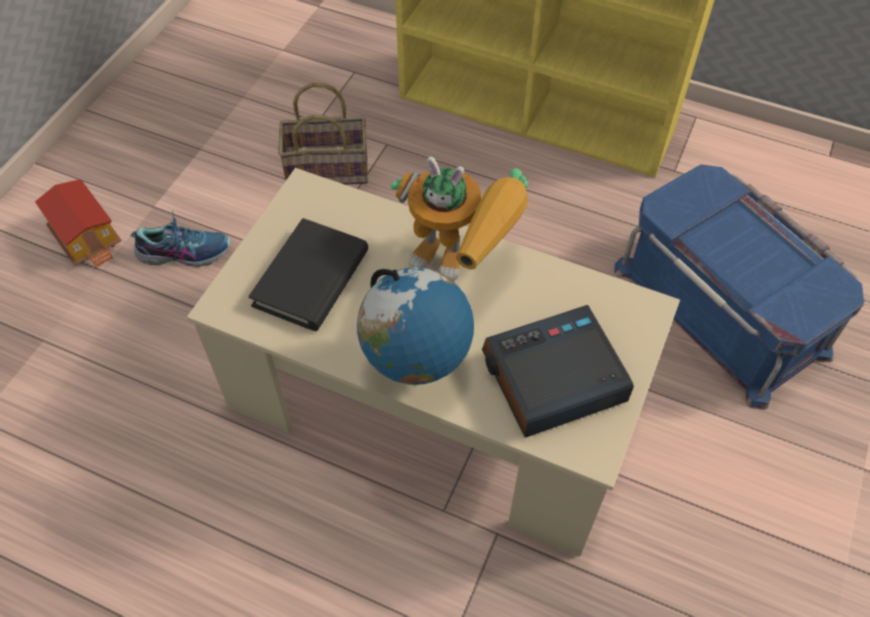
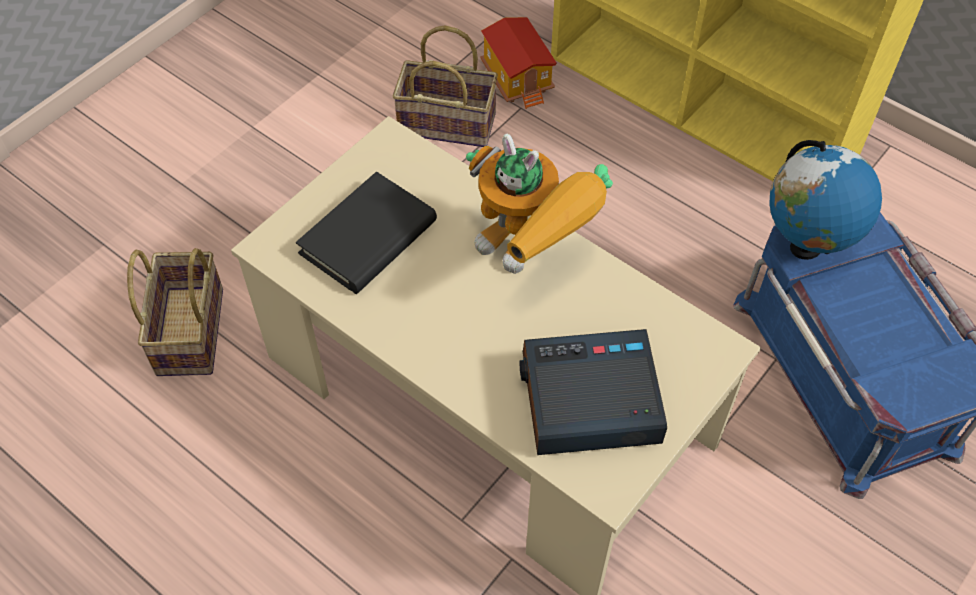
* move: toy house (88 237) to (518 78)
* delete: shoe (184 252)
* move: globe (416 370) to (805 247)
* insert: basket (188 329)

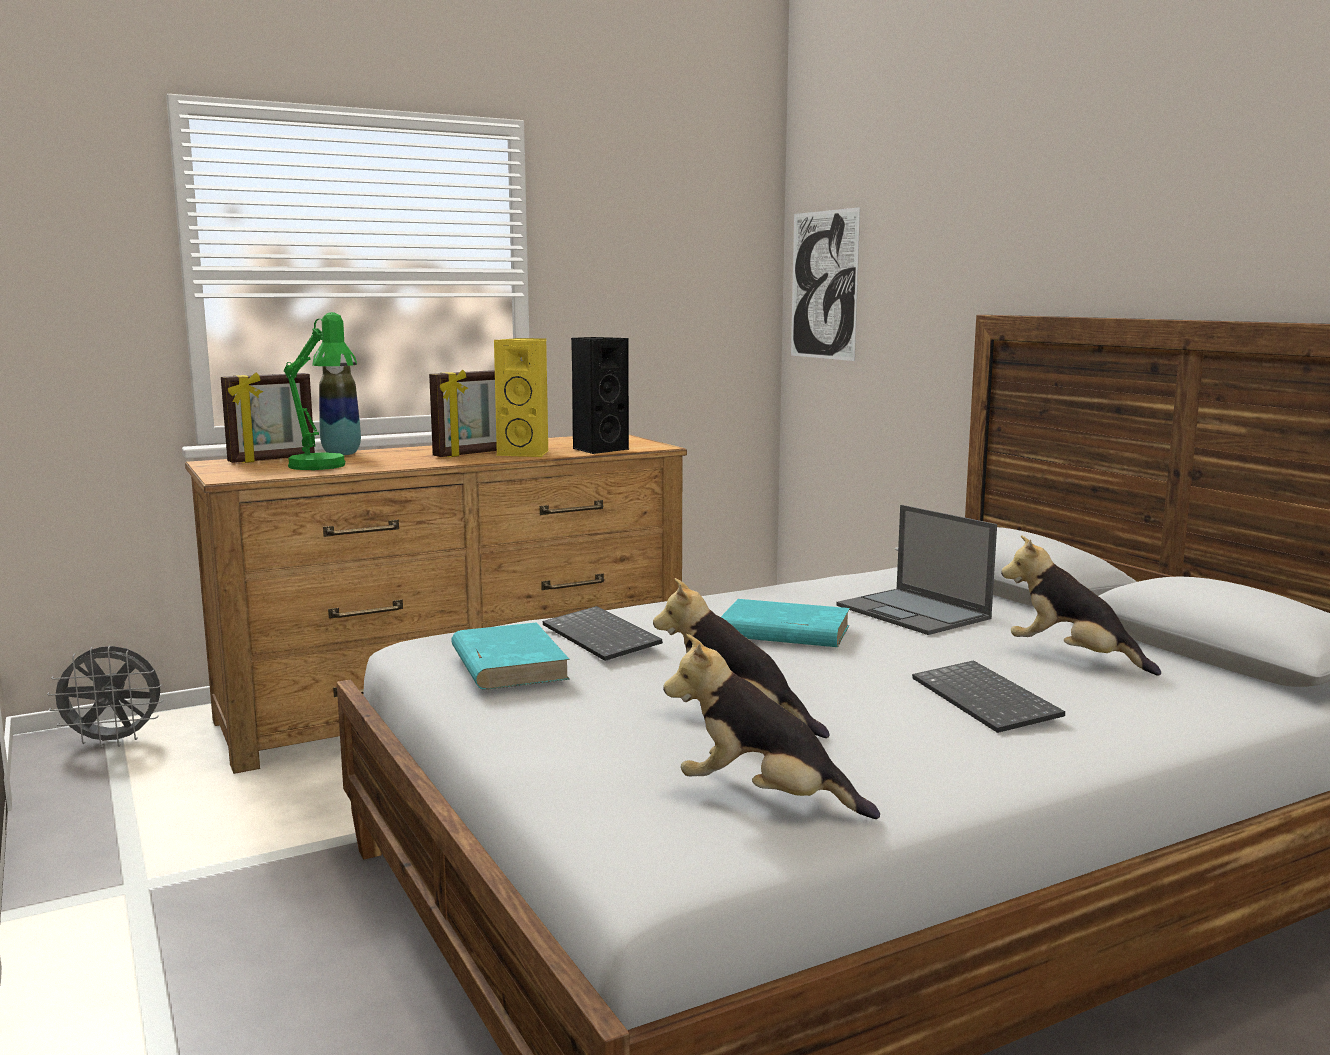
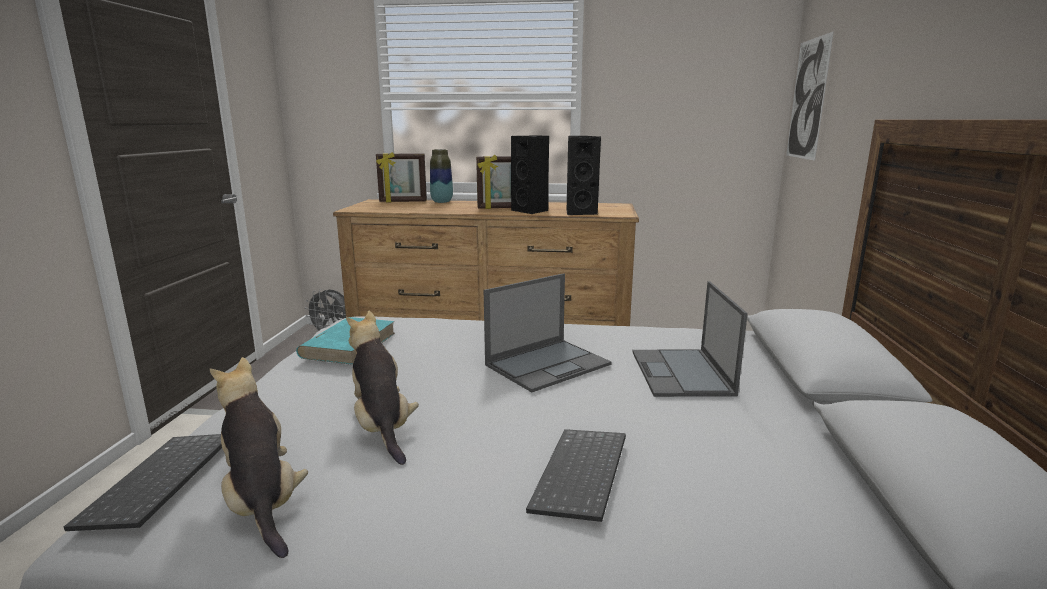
* delete: table lamp (green) (324 467)
* recolor: speaker (yellow) (527 453) to speaker (black) (531 211)
* delete: plush toy (1072 658)
* replace: book (turquoise) (783 631) to laptop (548 364)
* move: keyboard (603 637) to (161 483)

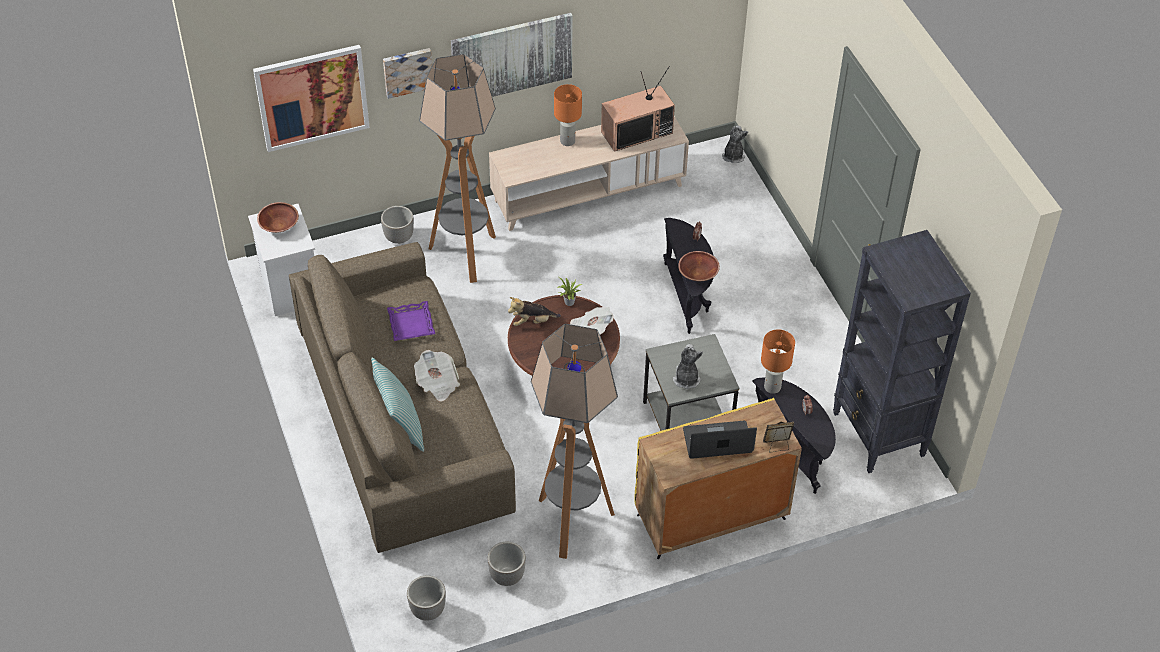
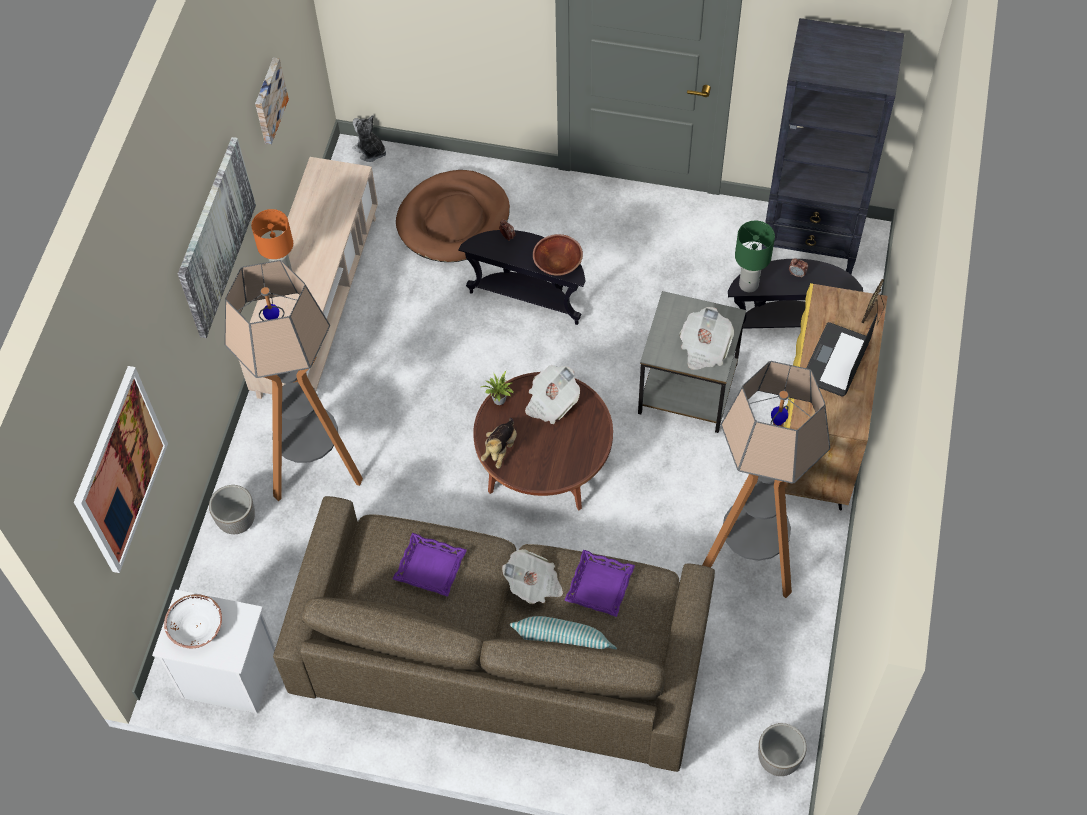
* move: picture (407 71) to (268 100)
* delete: television (637 131)
* recolor: bowl (brown) (279 225) to bowl (white) (196 627)
* recolor: table lamp (orange) (772 387) to table lamp (green) (748 284)
* replace: plush toy (686 378) to newspaper (704 348)
* delete: planter (506 576)
* insert: dog bed (brown) (453 220)
* insert: tray (purple) (600 586)

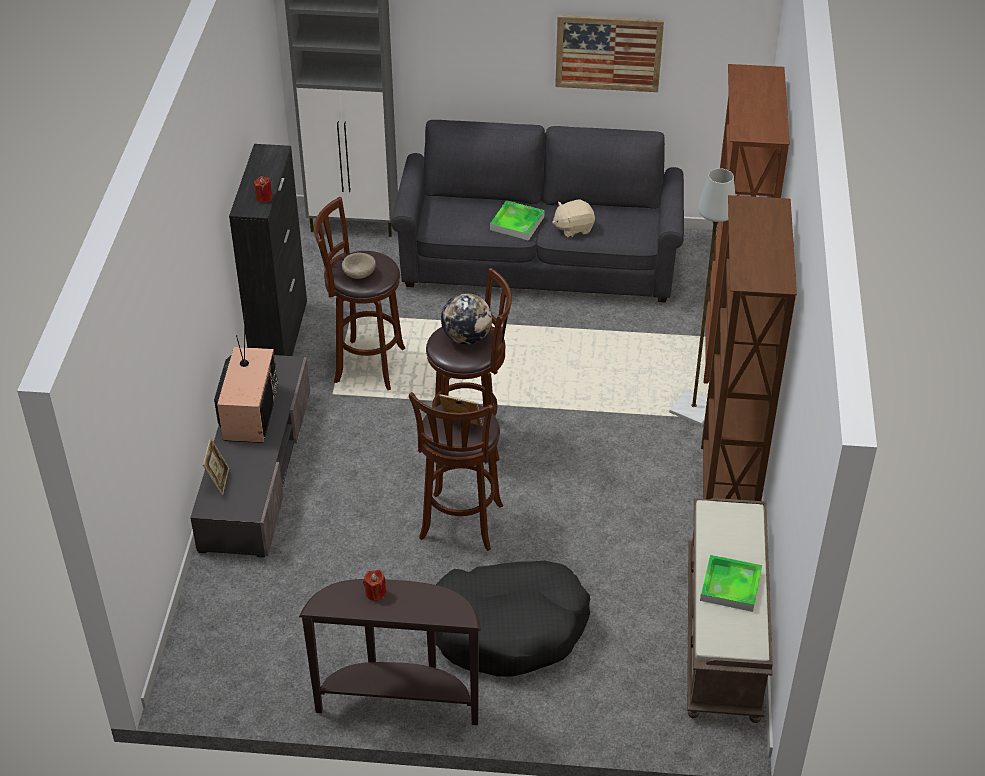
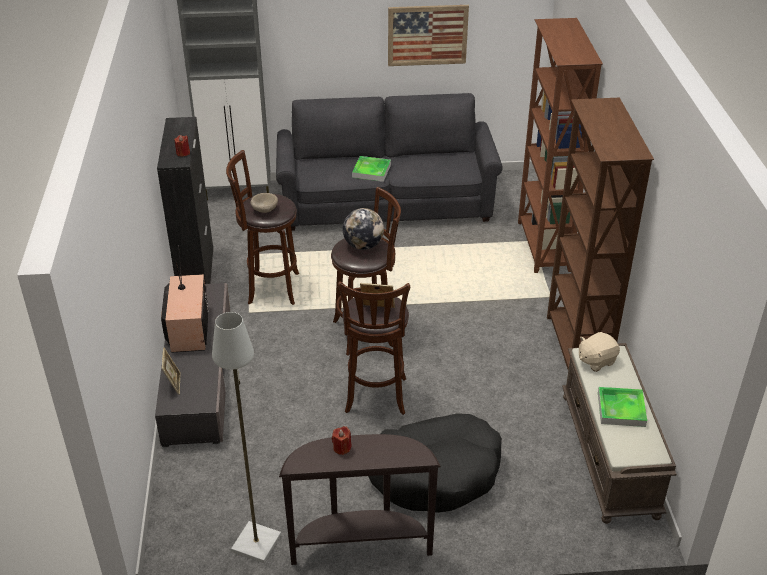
* move: floor lamp (grey) (692 408) to (256 542)
* move: plush toy (beige) (573 228) to (596 360)

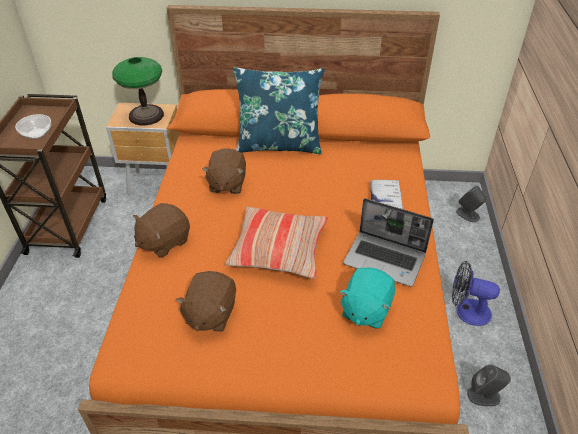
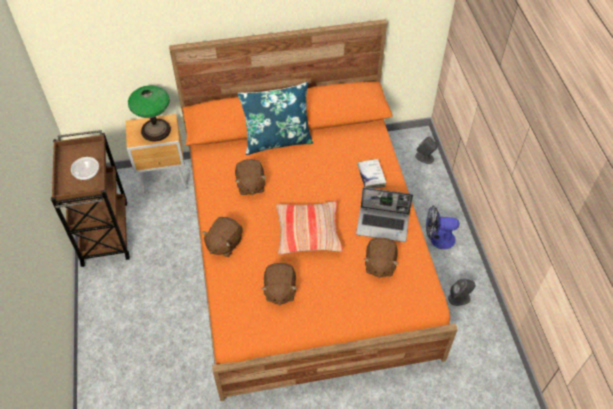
* recolor: plush toy (turquoise) (365 310) to plush toy (brown) (379 264)

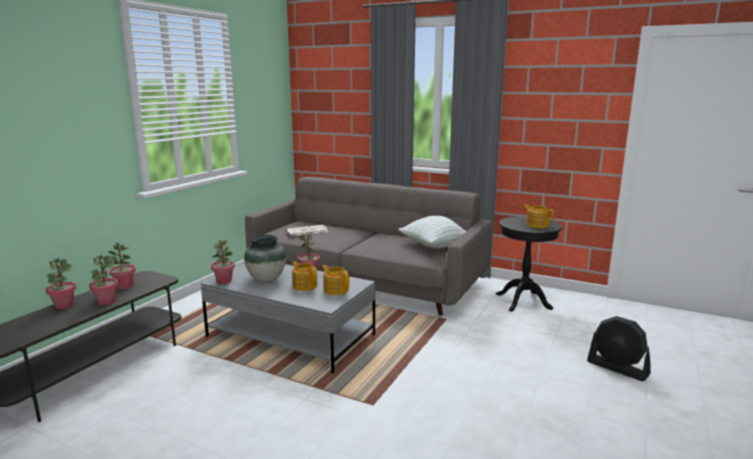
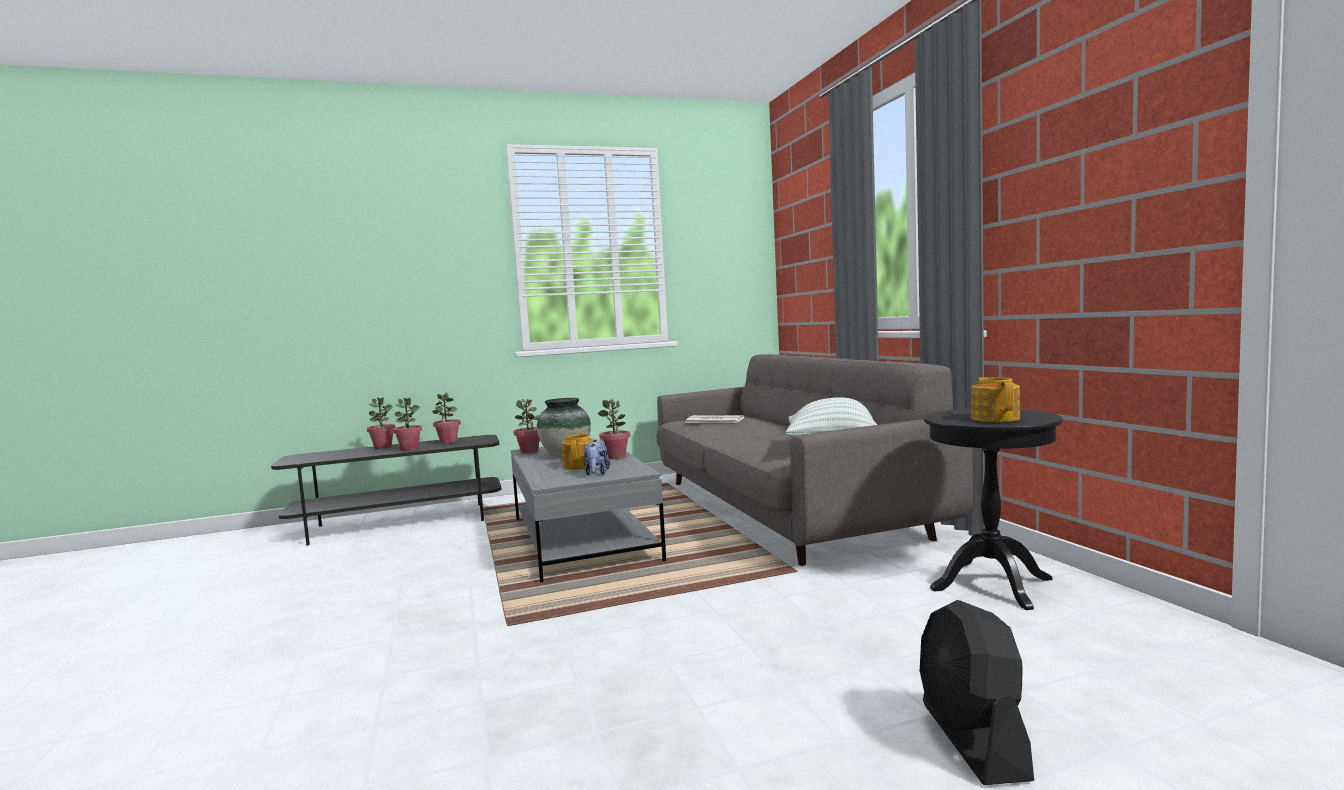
* replace: teapot (335 290) to plush toy (596 473)

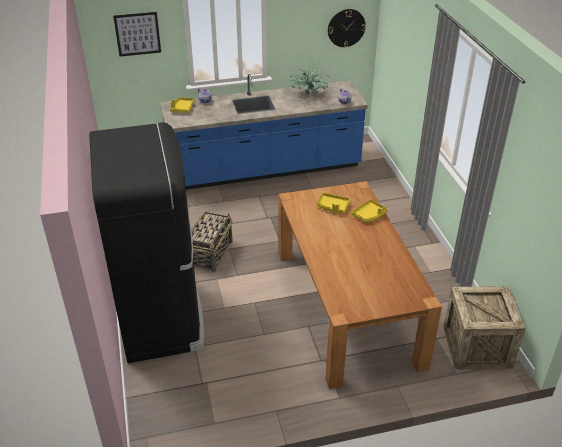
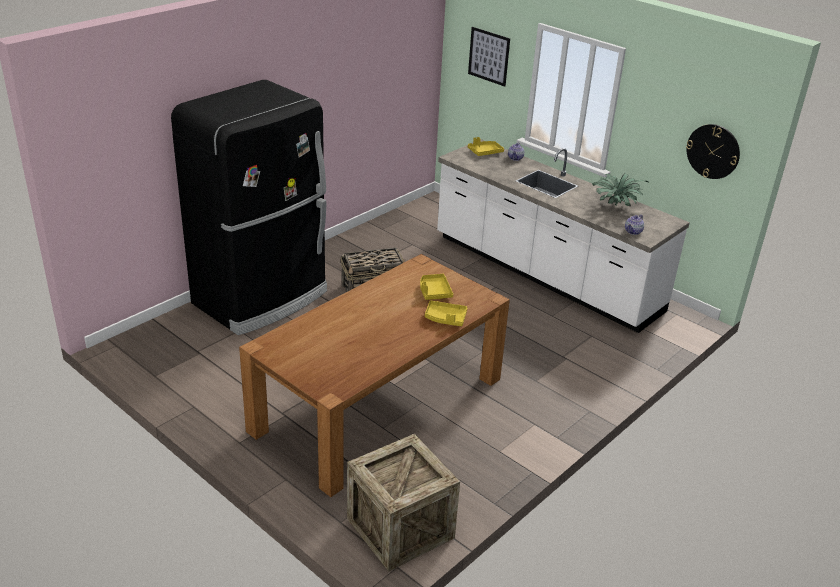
* recolor: counter (blue) (264 170) to counter (white) (545 274)

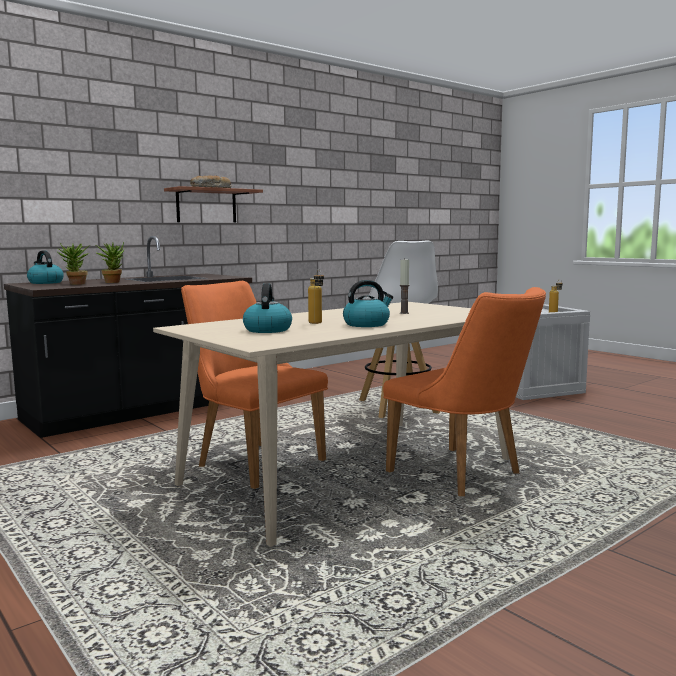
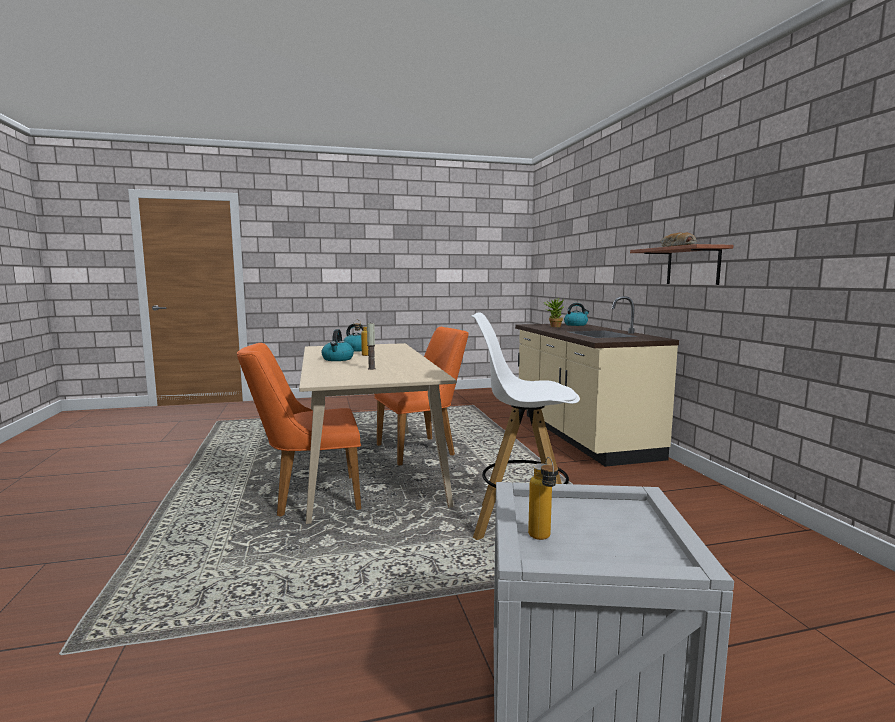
* recolor: counter (black) (141 410) to counter (beige) (581 435)
* delete: potted plant (113 282)

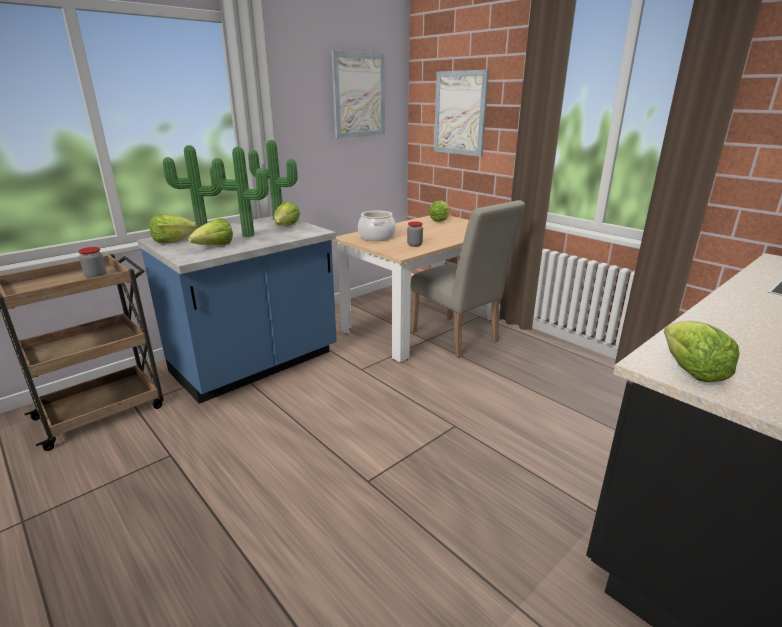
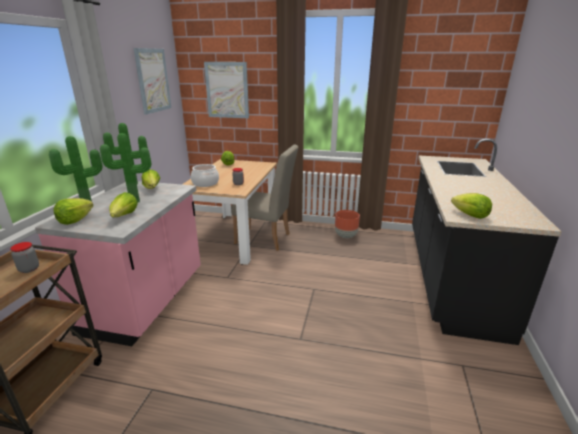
* recolor: counter (blue) (256 364) to counter (pink) (146 302)
* insert: planter (brown) (346 236)

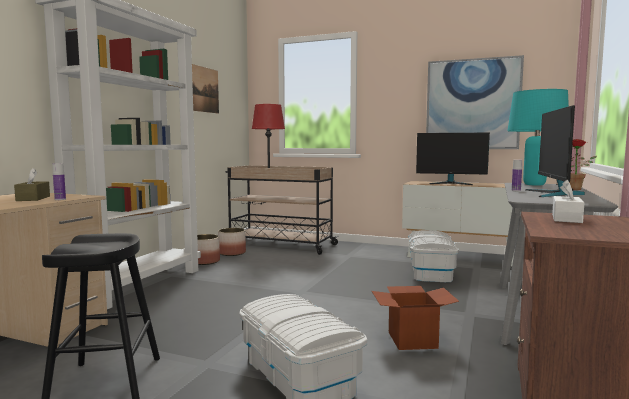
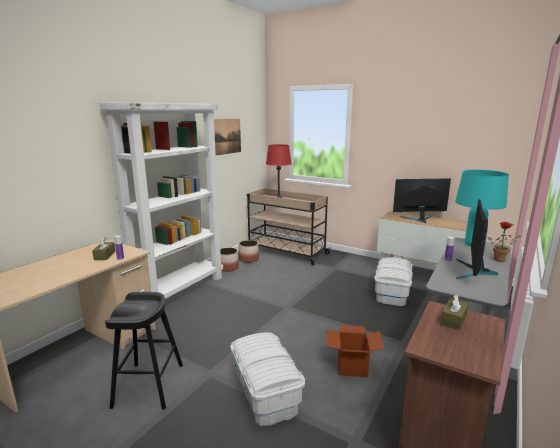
* delete: picture (472 104)
* rotate: monitor (451 183) = (419 219) 150 degrees clockwise
* recolor: tissue box (white) (566 218) to tissue box (brown) (453 320)

